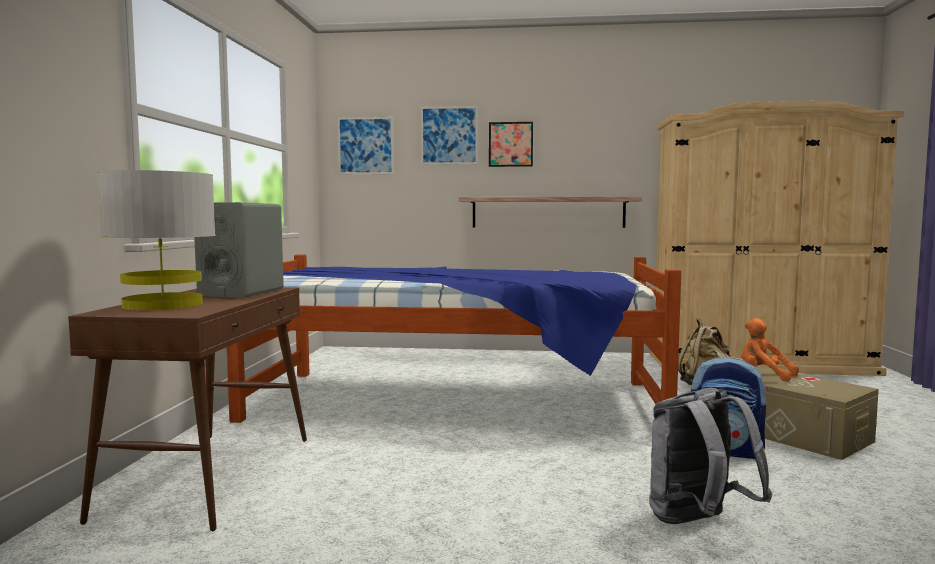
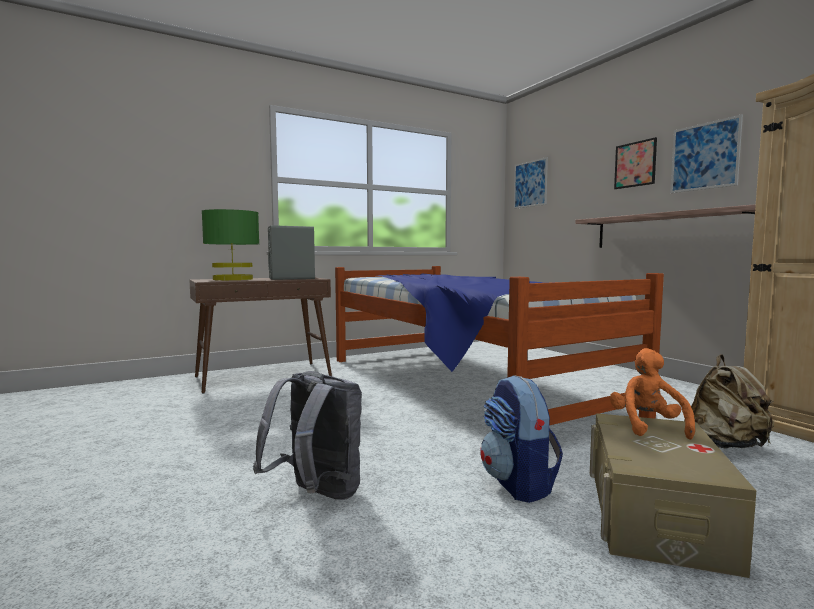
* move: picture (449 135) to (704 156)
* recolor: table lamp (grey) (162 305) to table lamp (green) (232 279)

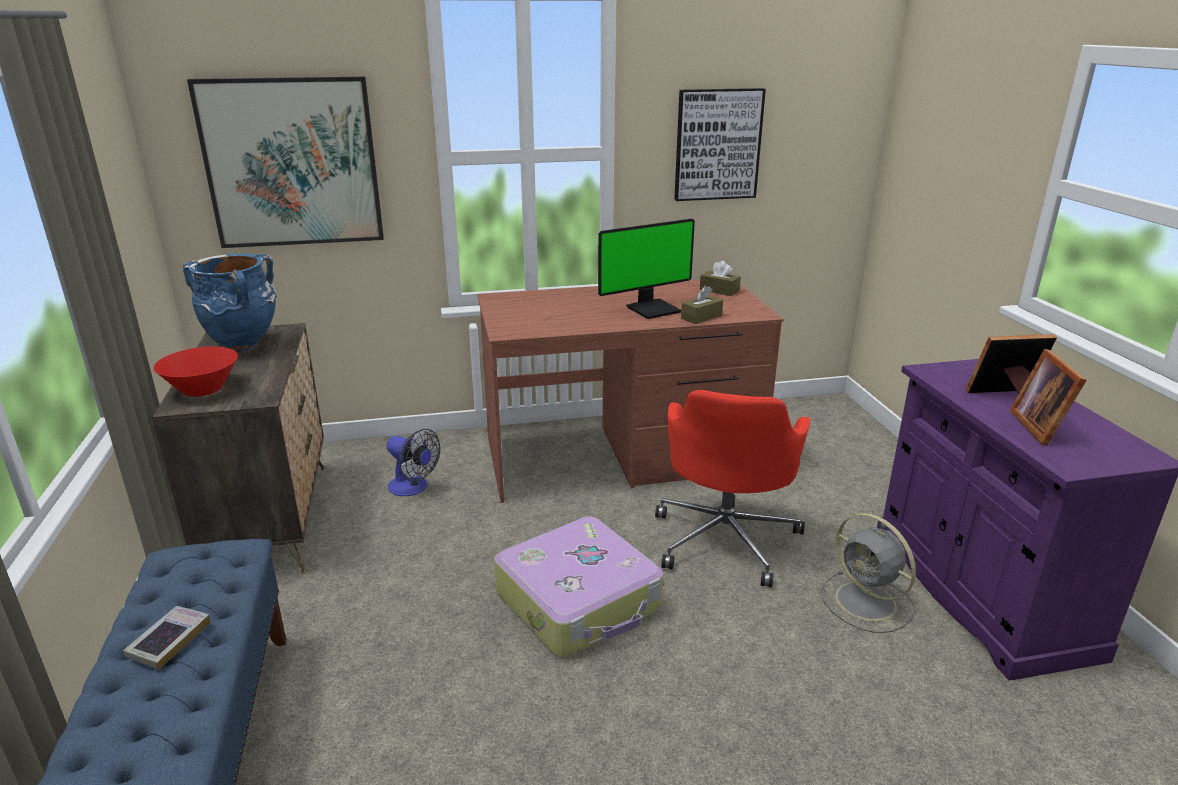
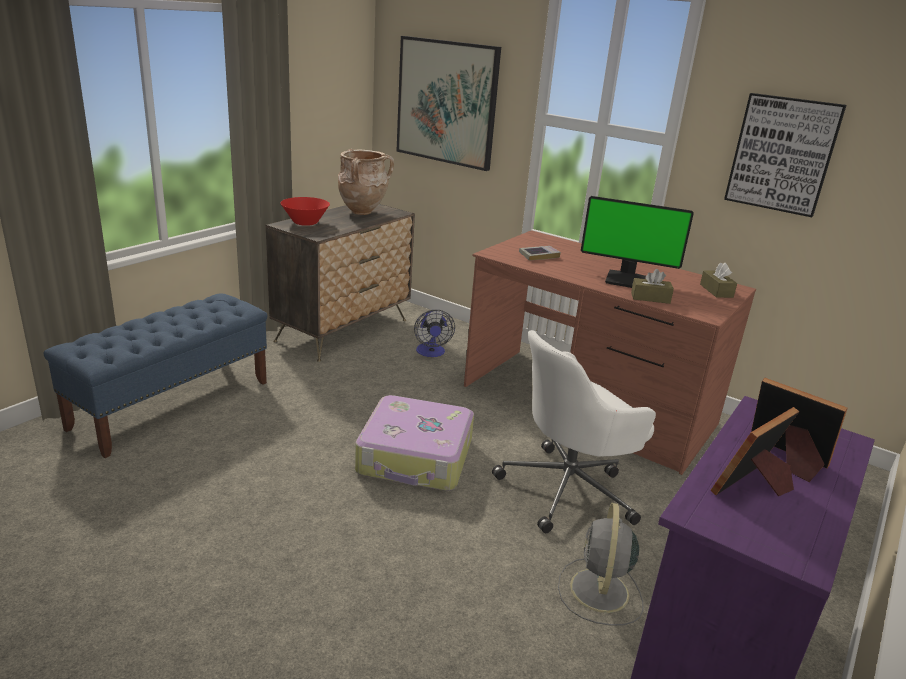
* recolor: vase (blue) (244 346) to vase (beige) (363 212)
* recolor: office chair (red) (725 538) to office chair (white) (568 489)
* move: book (169 641) to (539 255)

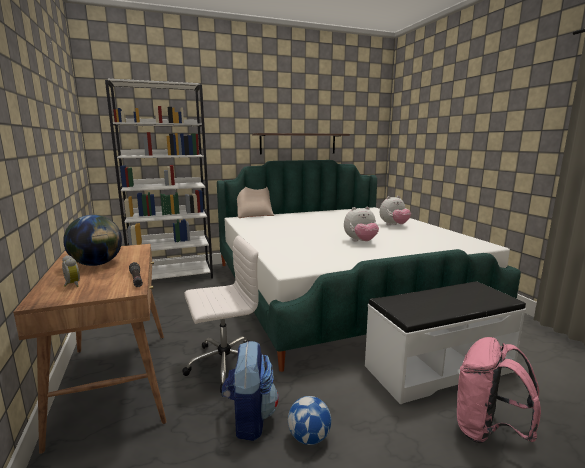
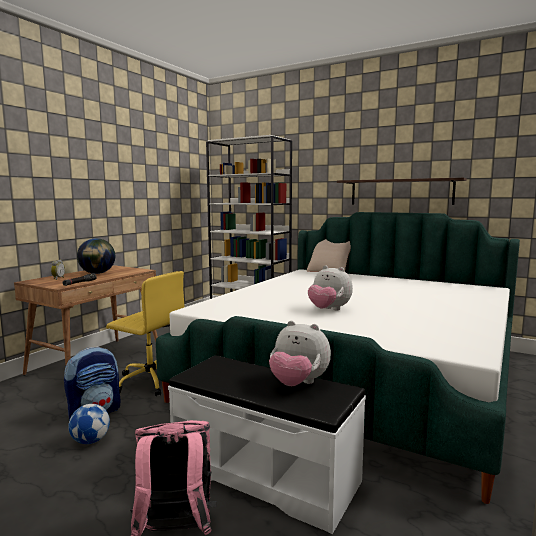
* move: plush toy (394 225) to (298 384)
* recolor: office chair (white) (223 365) to office chair (yellow) (149 381)

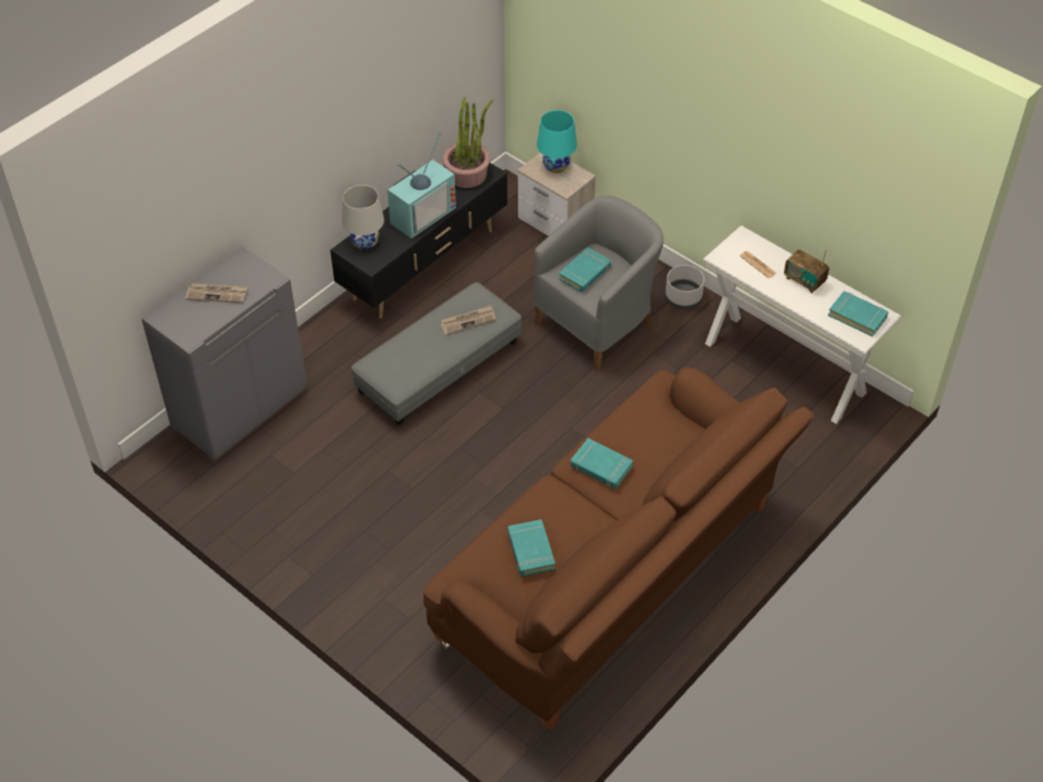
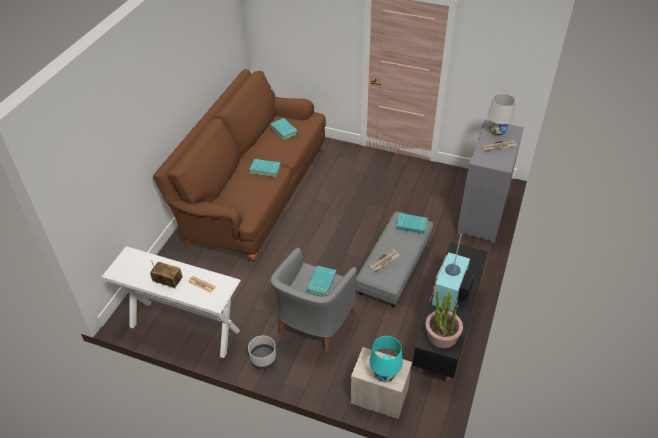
* move: table lamp (white) (365 242) to (497 131)
* move: book (turquoise) (857 316) to (411 225)

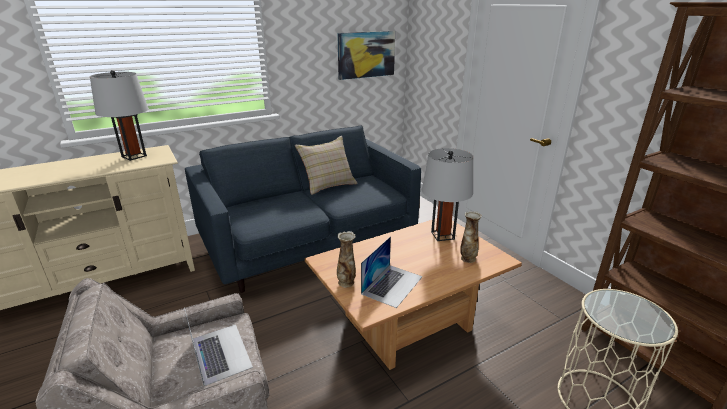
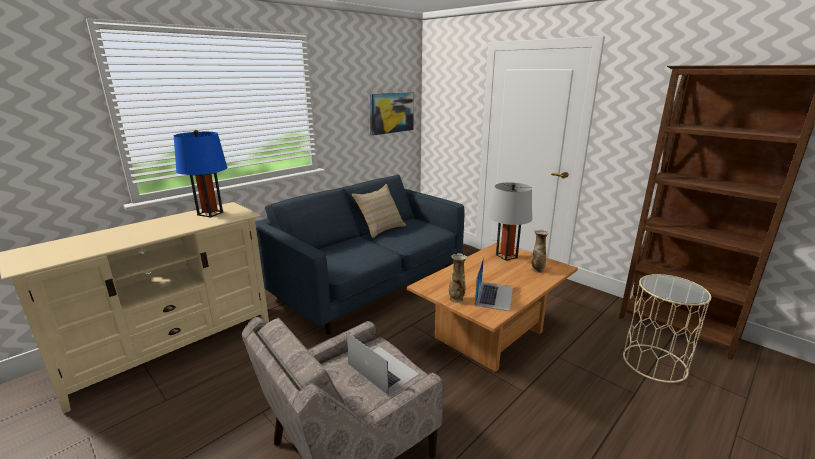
* recolor: table lamp (grey) (134 156) to table lamp (blue) (210 213)

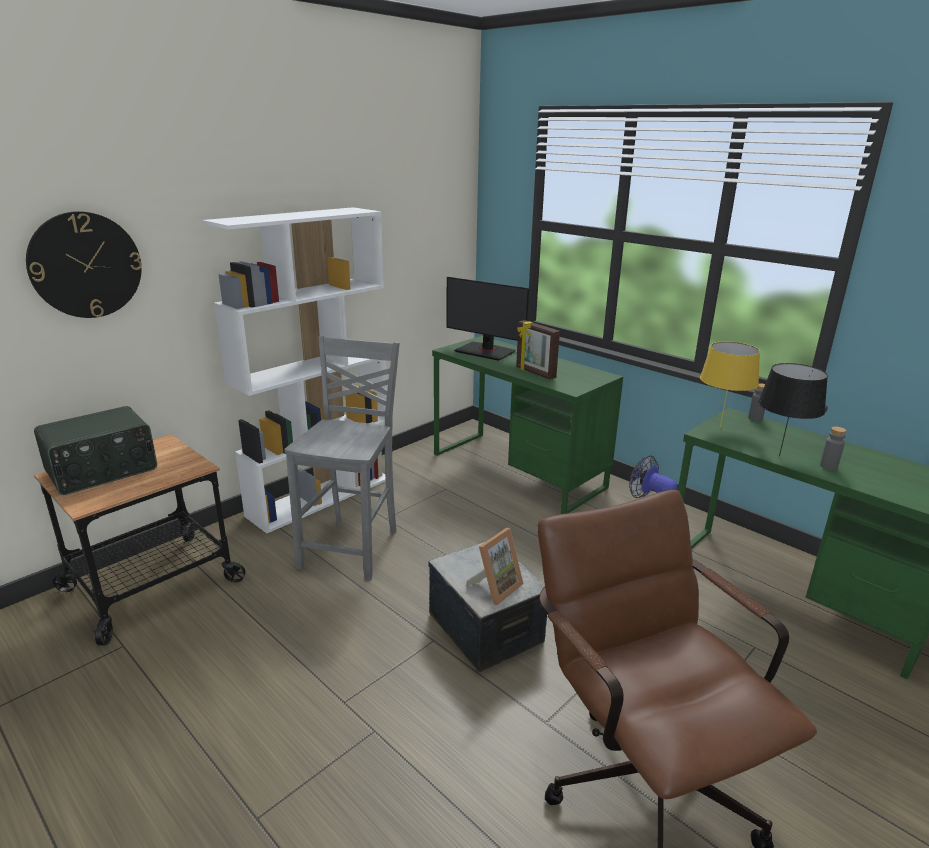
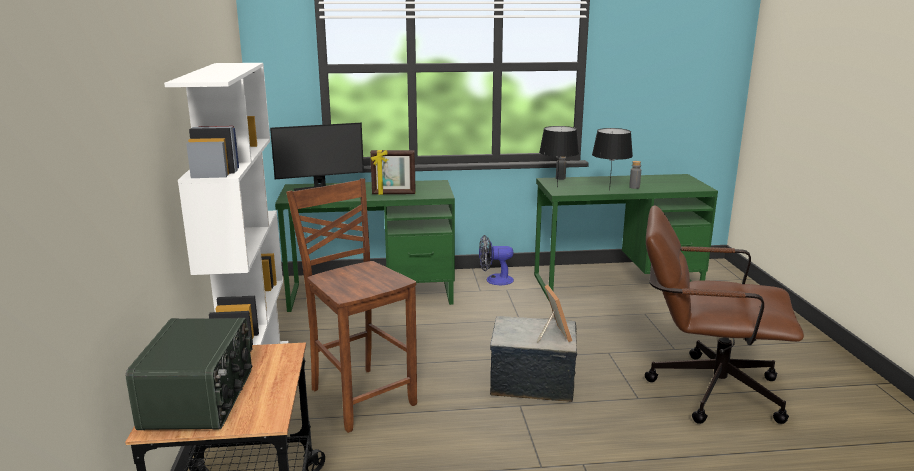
* delete: wall clock (85 265)
* recolor: chair (grey) (353 548) to chair (brown) (361 396)
* recolor: table lamp (yellow) (720 427) to table lamp (black) (557 187)

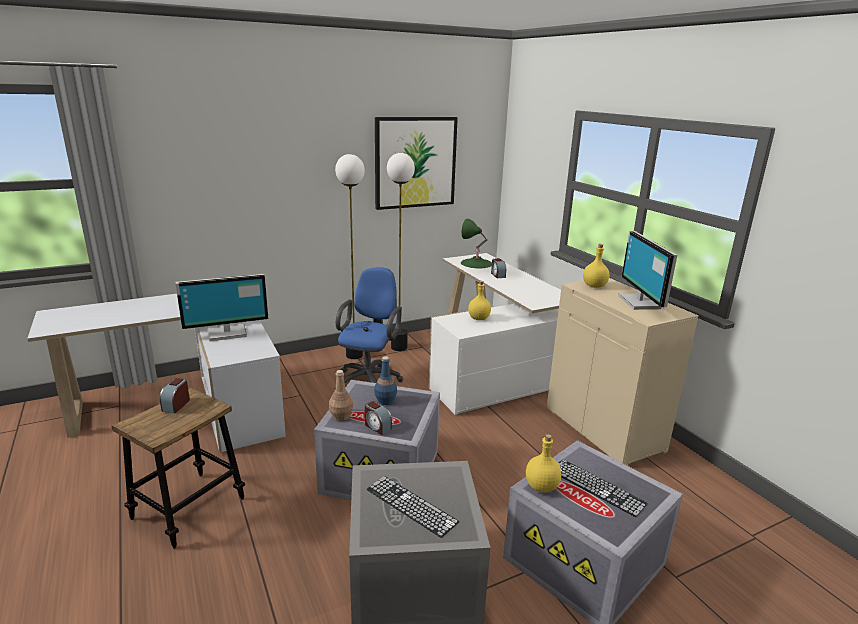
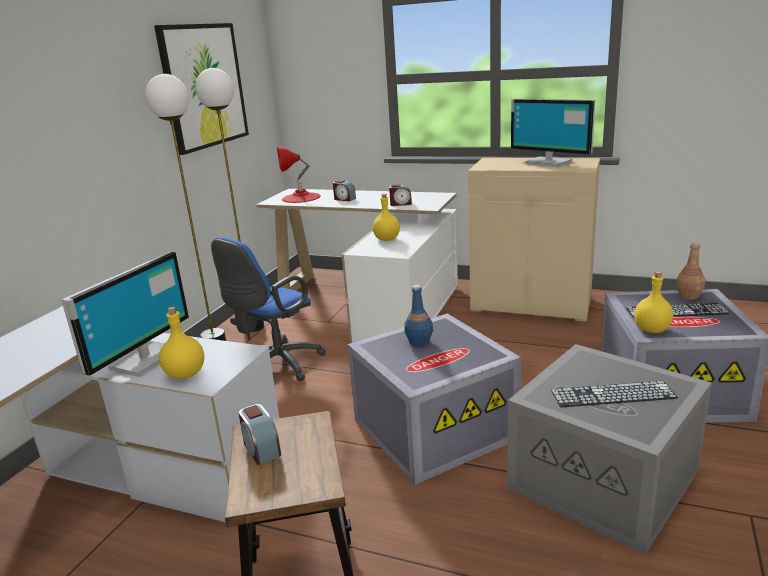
* recolor: table lamp (green) (476 263) to table lamp (red) (301 197)
* move: bottle (yellow) (594 286) to (185 374)
* rotate: office chair (blue) (370 379) = (275 366) 120 degrees counterclockwise
* move: bottle (brown) (341 416) to (688 295)
* move: alarm clock (377 426) to (400 204)

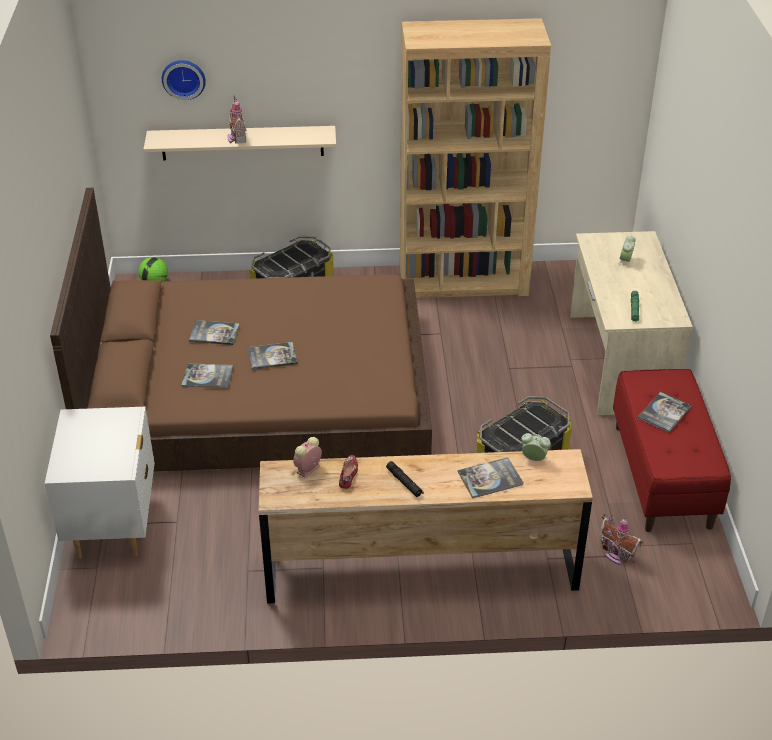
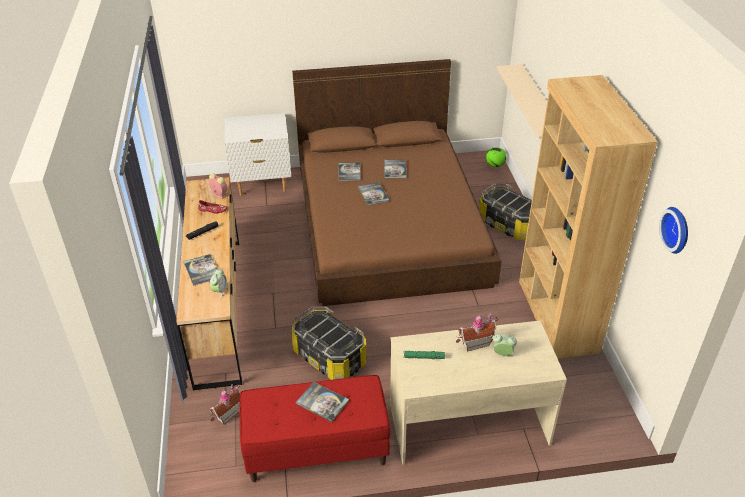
* move: wall clock (183 78) to (677 229)
* move: toy house (236 137) to (474 343)

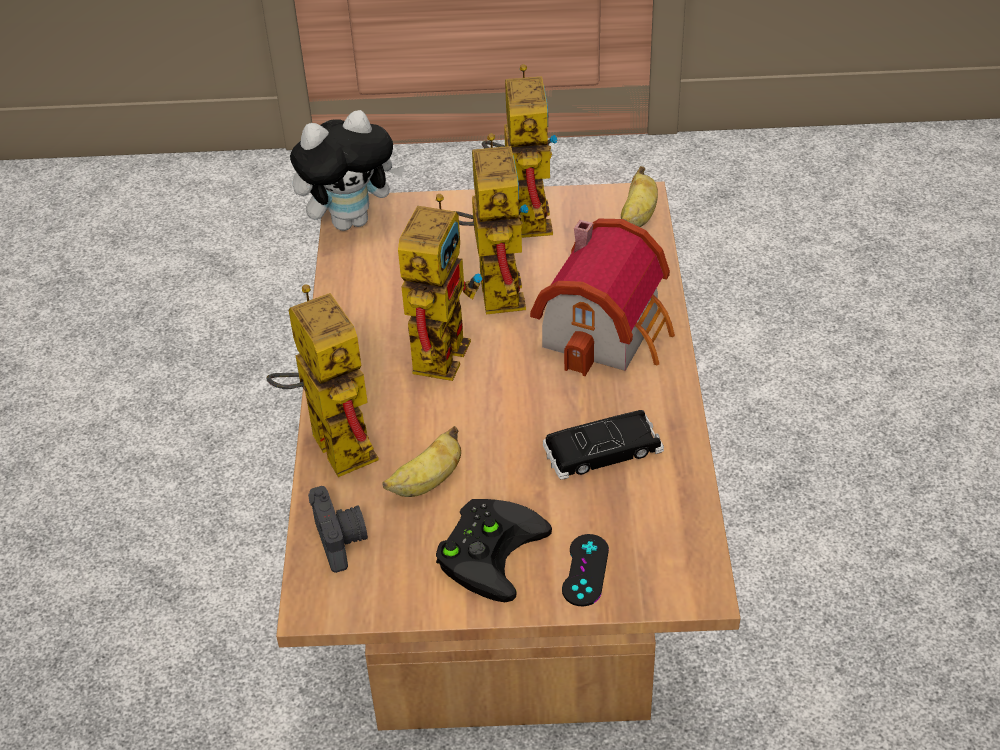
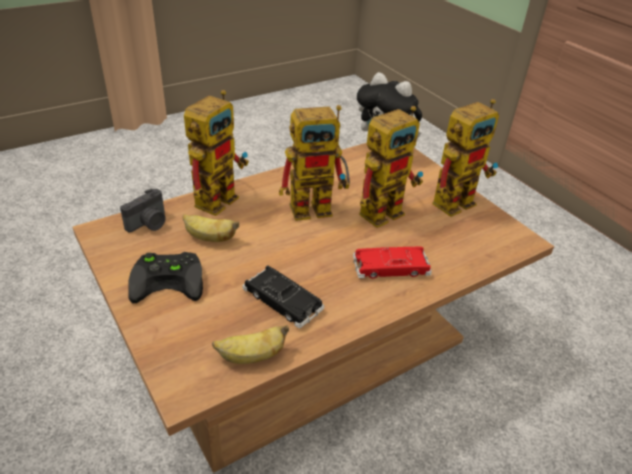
* move: banana (638 217) to (251 357)
* replace: toy house (608 331) to toy car (red) (391 267)
* delete: game controller (black) (585 570)

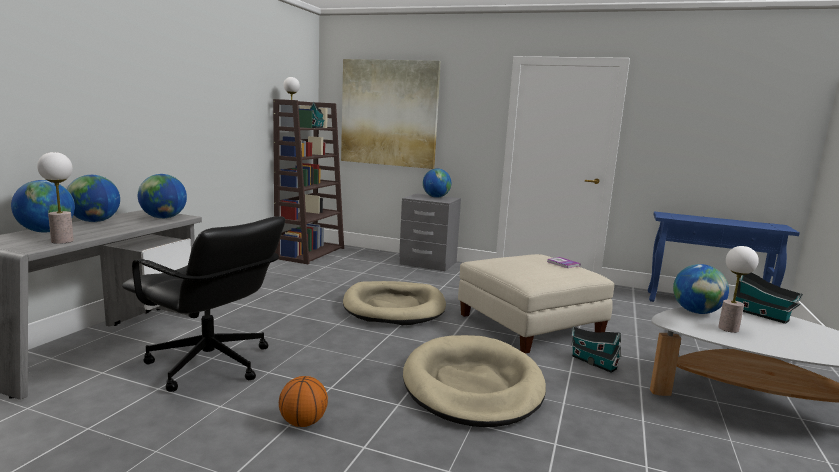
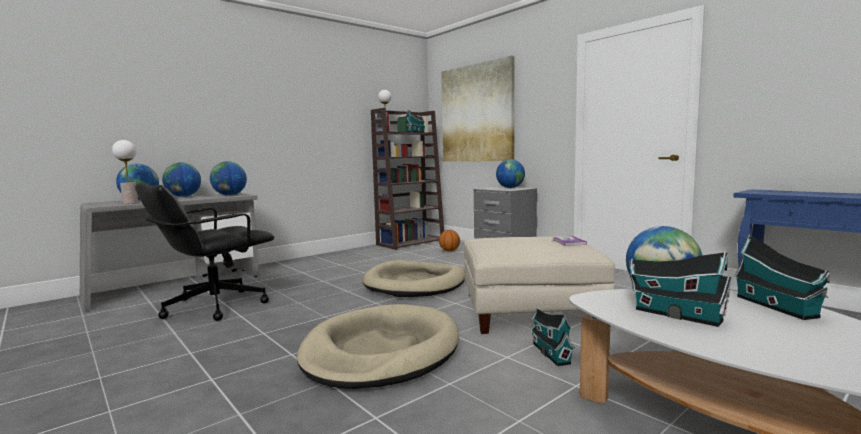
* rotate: office chair (black) (209 365) = (213 306) 75 degrees clockwise
* replace: table lamp (728 329) to toy house (674 314)
* move: basketball (303 422) to (449 251)

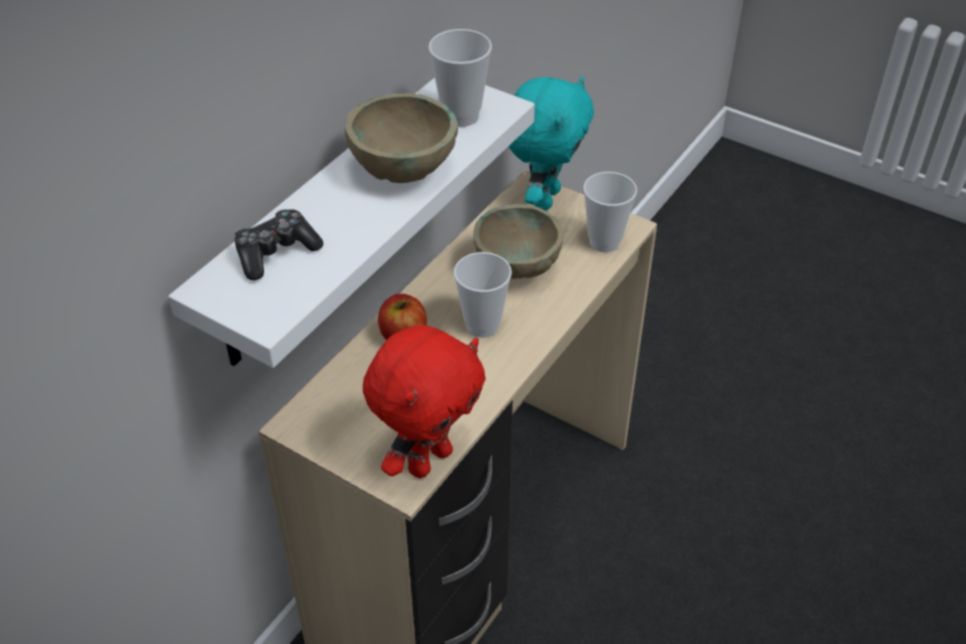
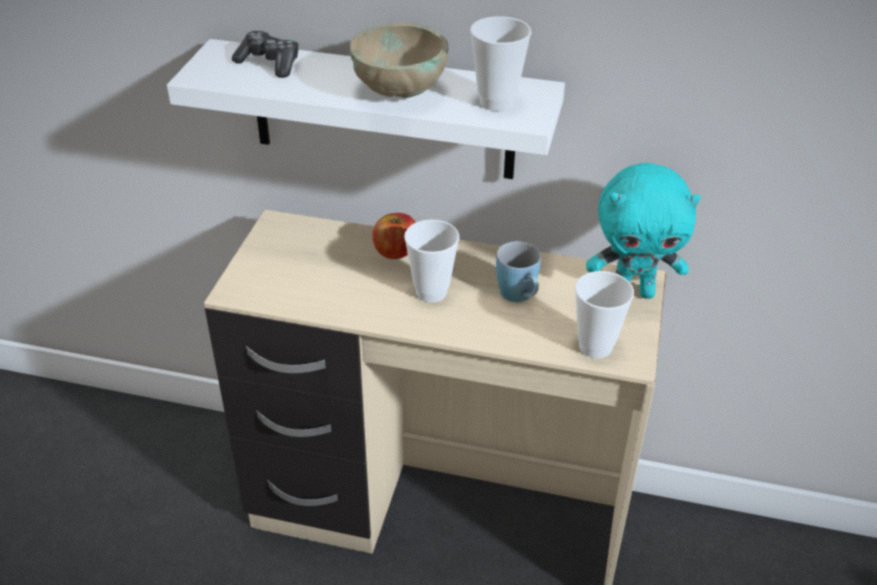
* replace: bowl (beige) (518 268) to mug (blue) (520 297)
* delete: plush toy (red) (428 459)

